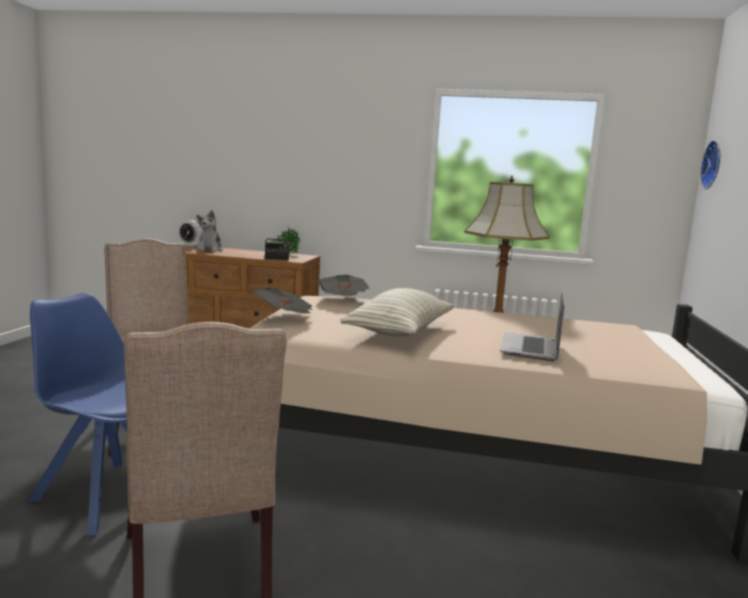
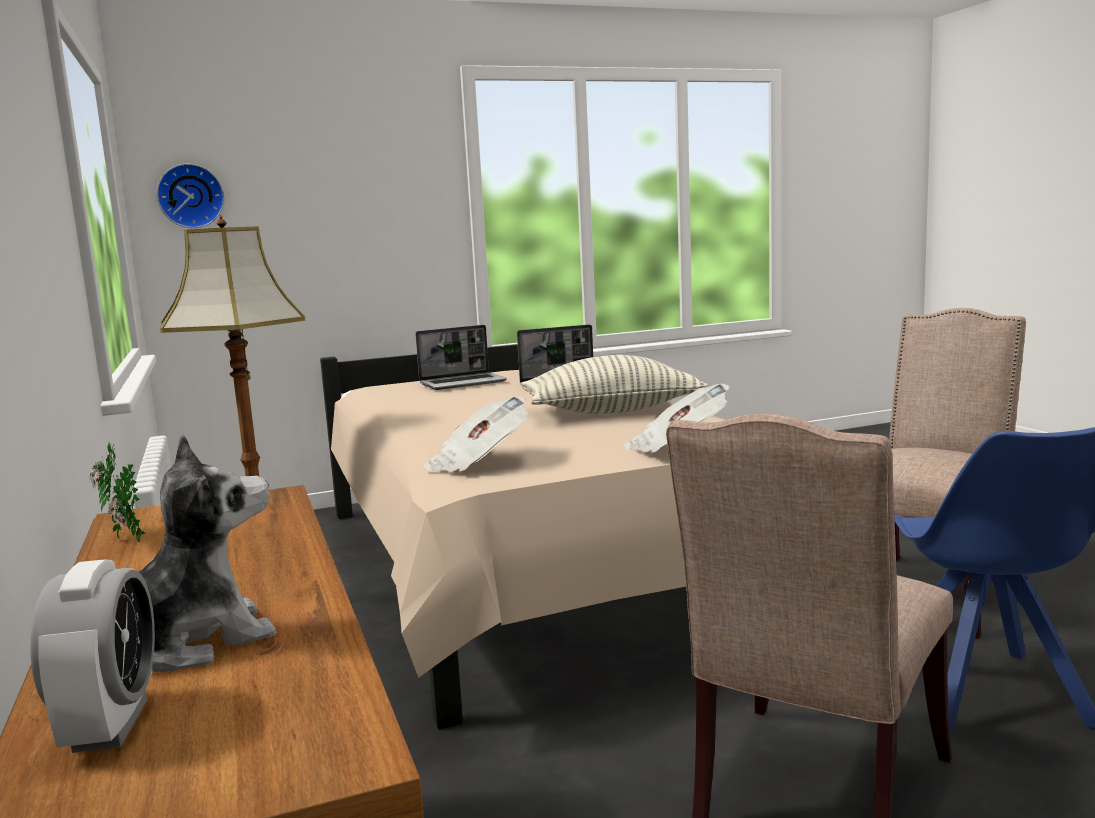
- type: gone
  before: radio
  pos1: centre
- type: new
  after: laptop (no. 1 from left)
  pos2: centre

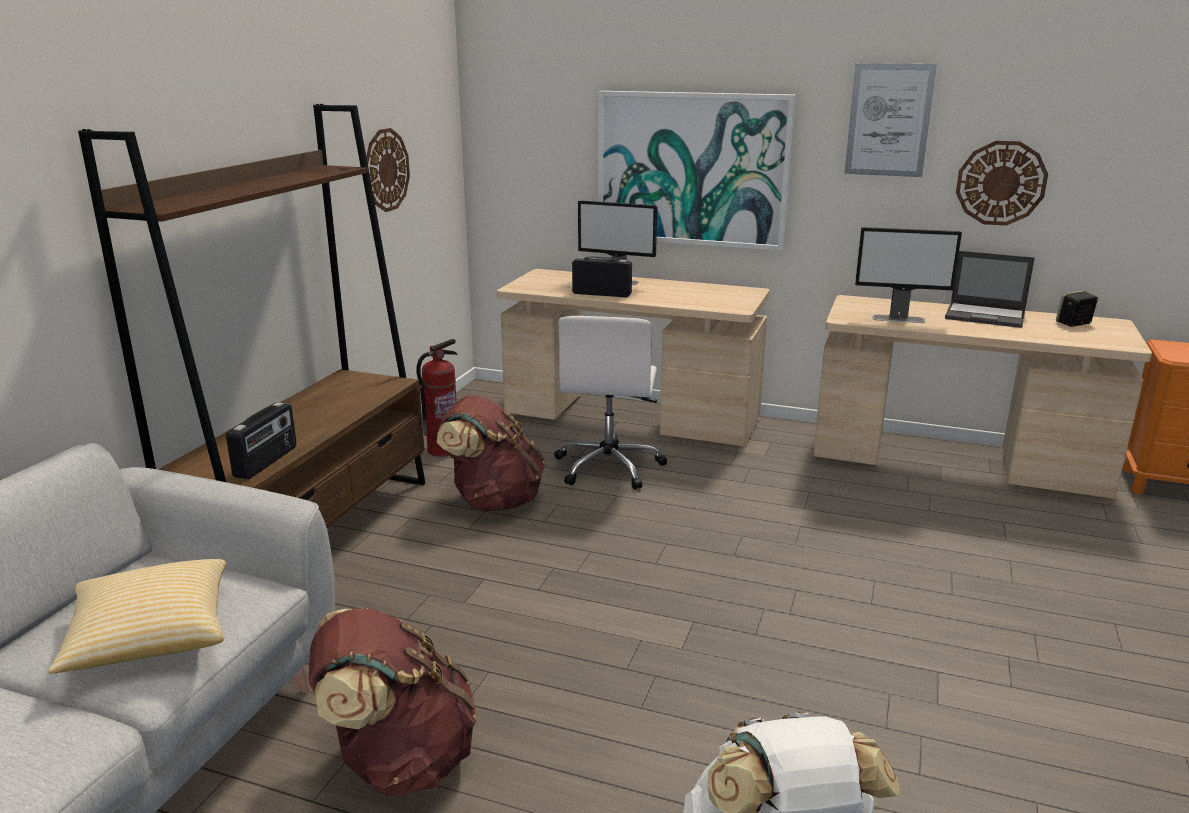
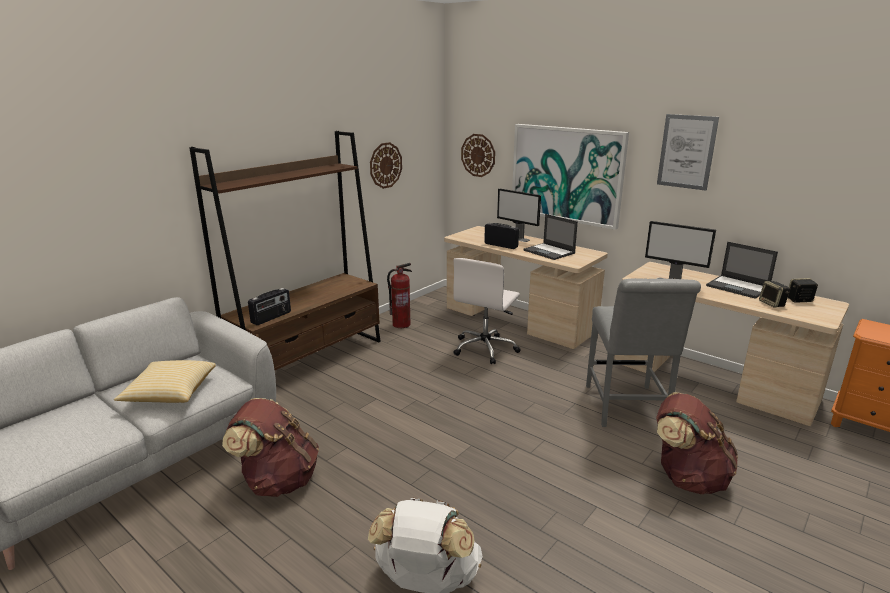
- type: shifted
  before: brown backpack (no. 2 from left)
  pos1: centre
  pos2: bottom right
- type: shifted
  before: wall clock (no. 2 from left)
  pos1: top right
  pos2: top centre
- type: new
  after: laptop (no. 1 from left)
  pos2: centre
- type: new
  after: grey chair
  pos2: middle right
- type: new
  after: speaker (no. 1 from left)
  pos2: middle right

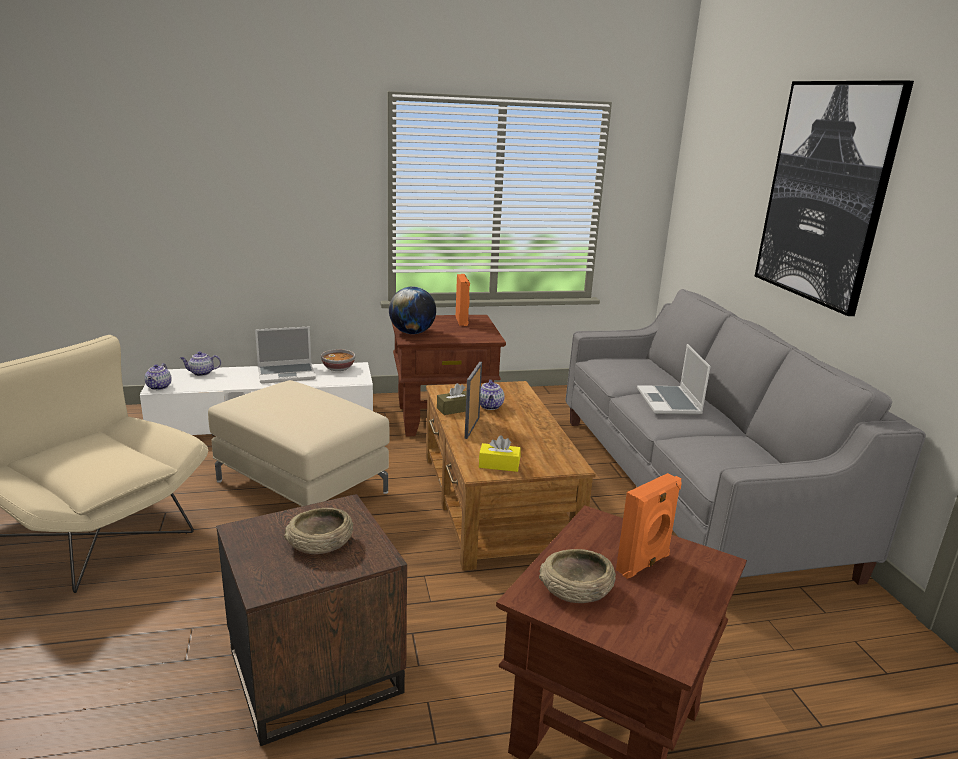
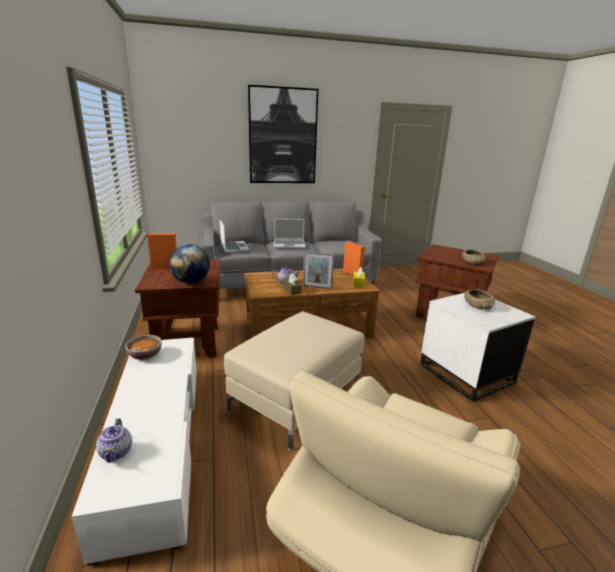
- type: gone
  before: teapot (no. 1 from left)
  pos1: middle left
- type: repainted
  before: brown side table (no. 1 from left)
  after: white side table
  pos1: bottom left
  pos2: middle right
- type: shifted
  before: laptop (no. 1 from left)
  pos1: middle left
  pos2: centre
- type: shifted
  before: orange speaker (no. 2 from left)
  pos1: bottom right
  pos2: centre

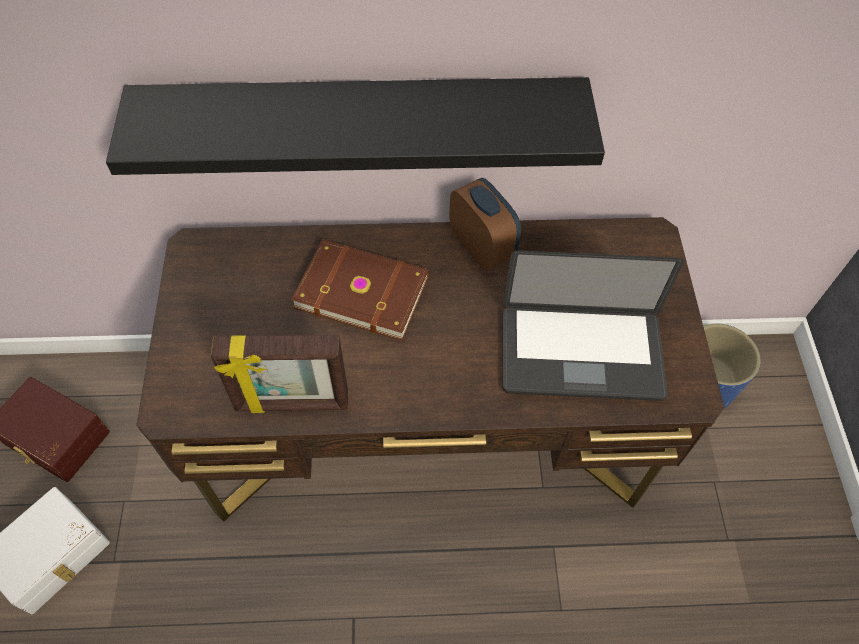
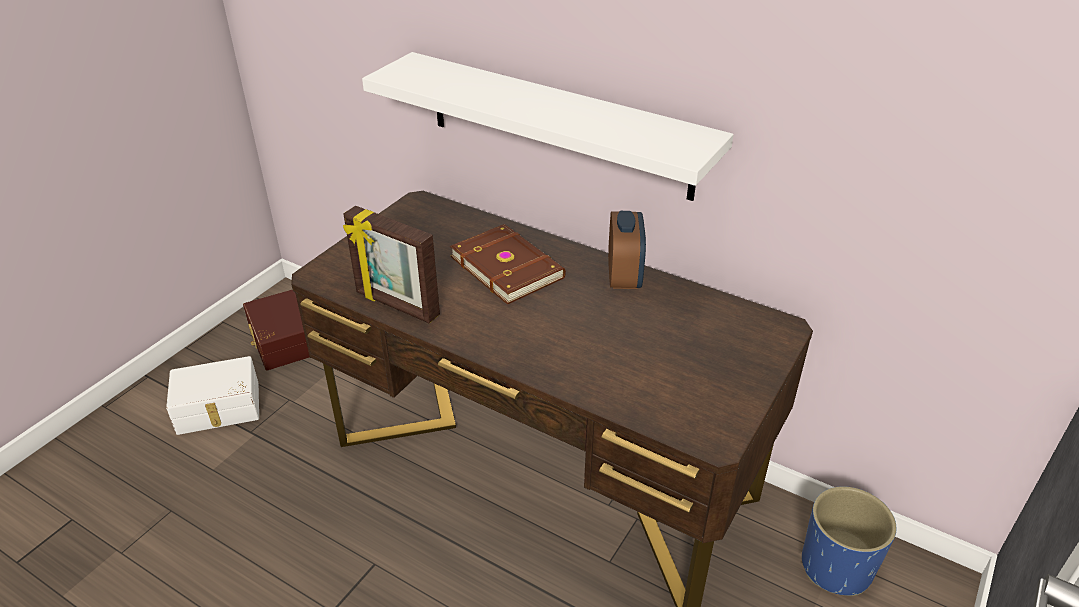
- type: repainted
  before: black shelf
  after: white shelf
  pos1: top centre
  pos2: top centre
- type: gone
  before: laptop
  pos1: middle right

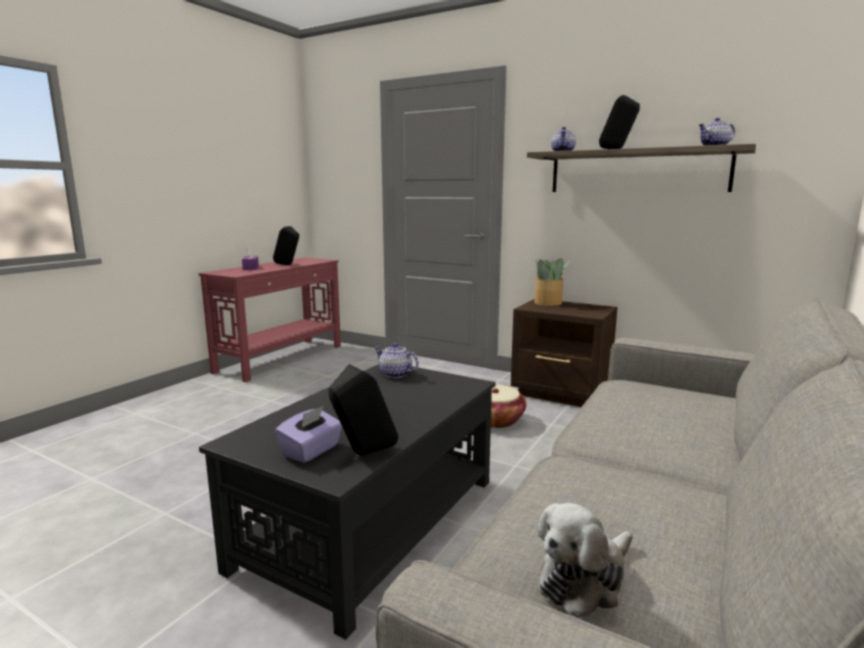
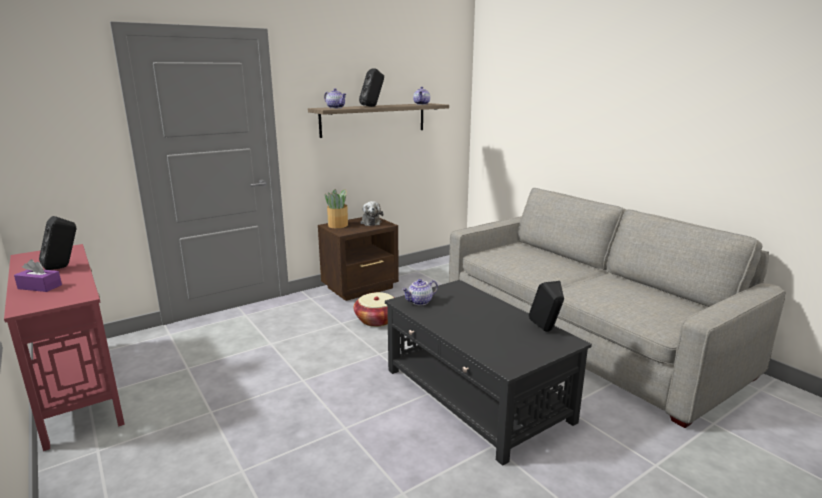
- type: gone
  before: purple tissue box (no. 2 from left)
  pos1: bottom centre
- type: shifted
  before: plush toy
  pos1: bottom right
  pos2: centre

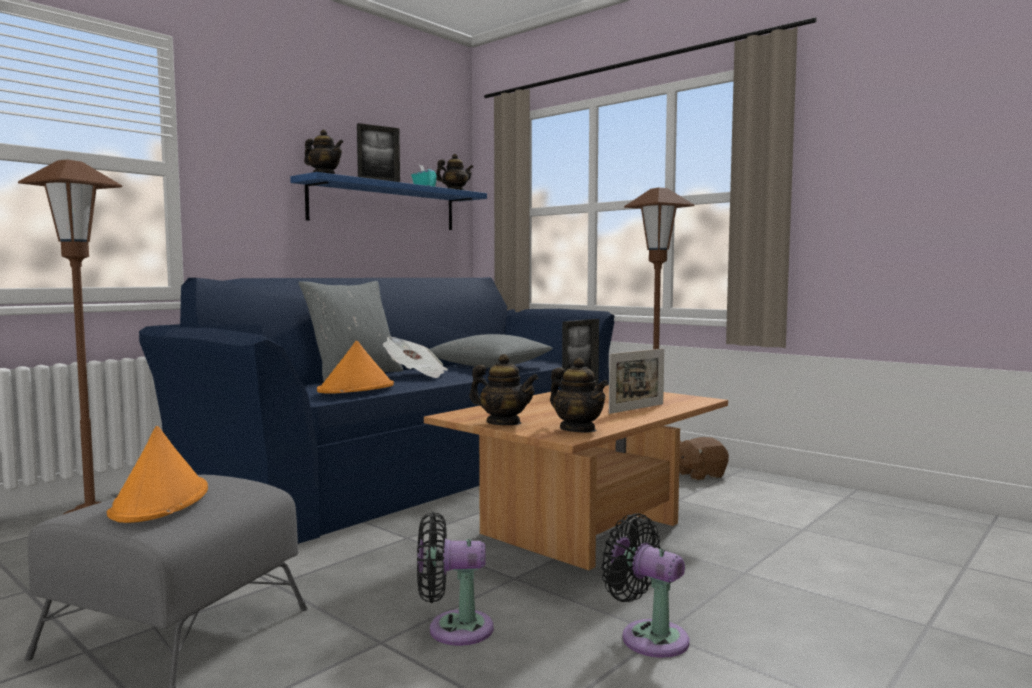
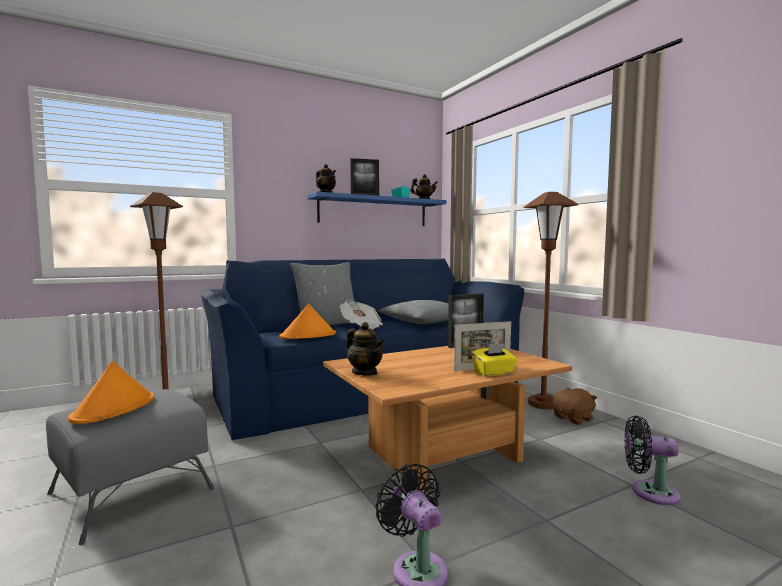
- type: shifted
  before: black fan (no. 1 from left in the first image)
  after: black fan (no. 2 from left)
  pos1: bottom centre
  pos2: bottom right
- type: gone
  before: teapot (no. 4 from left)
  pos1: centre
- type: rotated
  before: brown plush toy
  pos1: middle right
  pos2: bottom right
  turn: 150
- type: new
  after: yellow tissue box
  pos2: centre

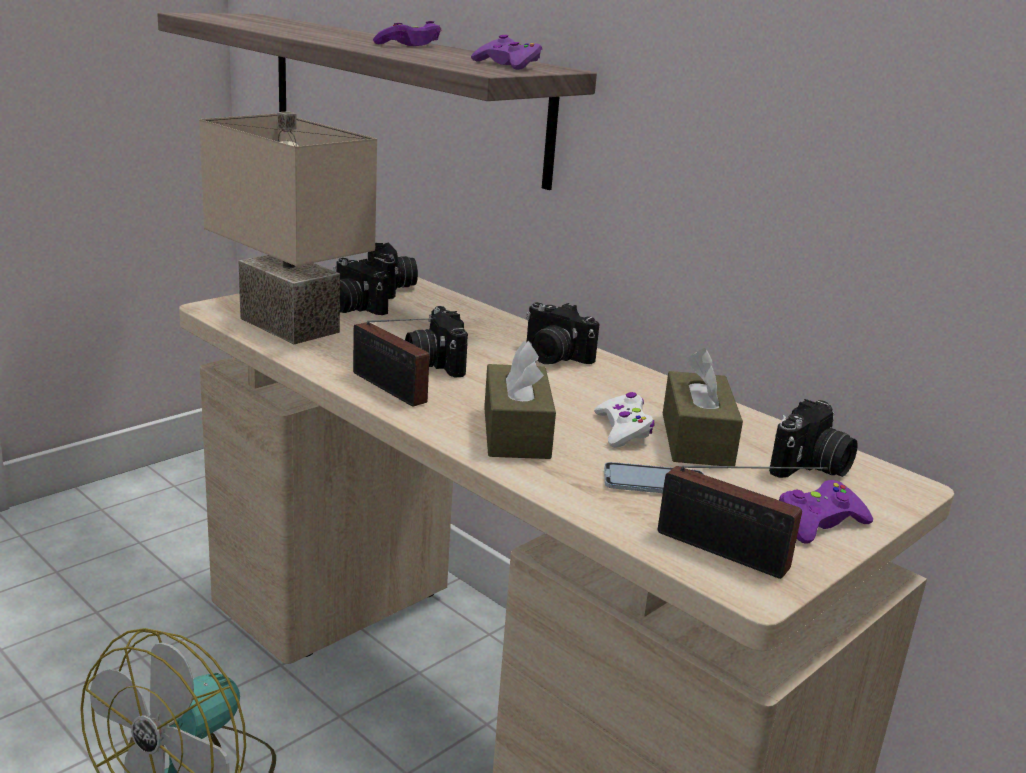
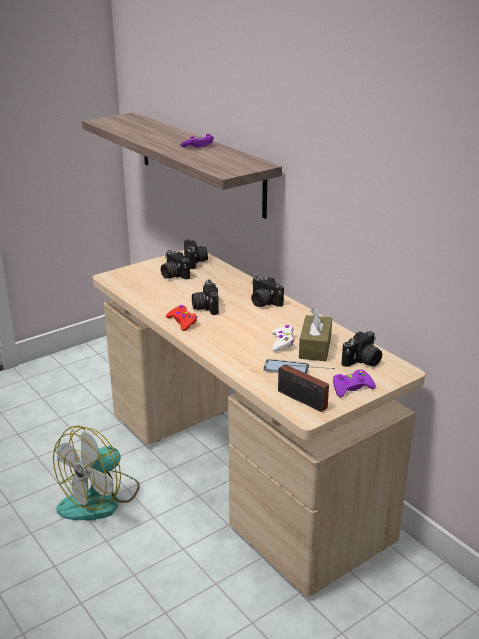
- type: gone
  before: beige table lamp
  pos1: top left
- type: swapped
  before: radio (no. 1 from left)
  after: red game controller
  pos1: centre
  pos2: centre
- type: gone
  before: purple game controller (no. 2 from left)
  pos1: top centre
- type: gone
  before: brown tissue box (no. 1 from left)
  pos1: centre

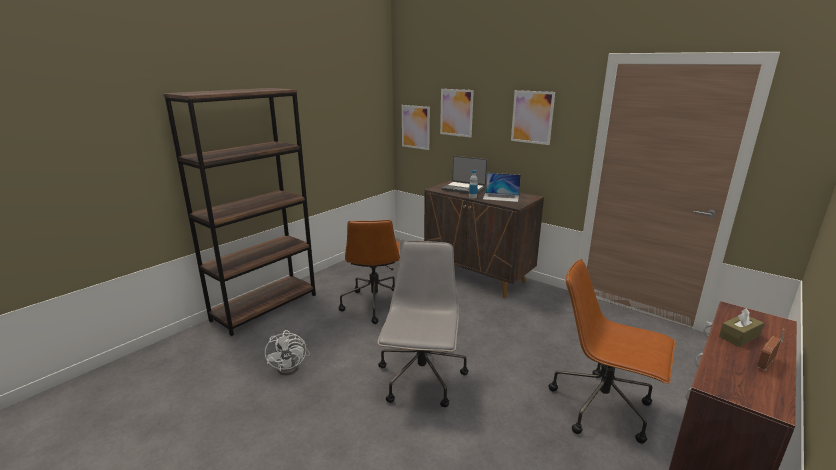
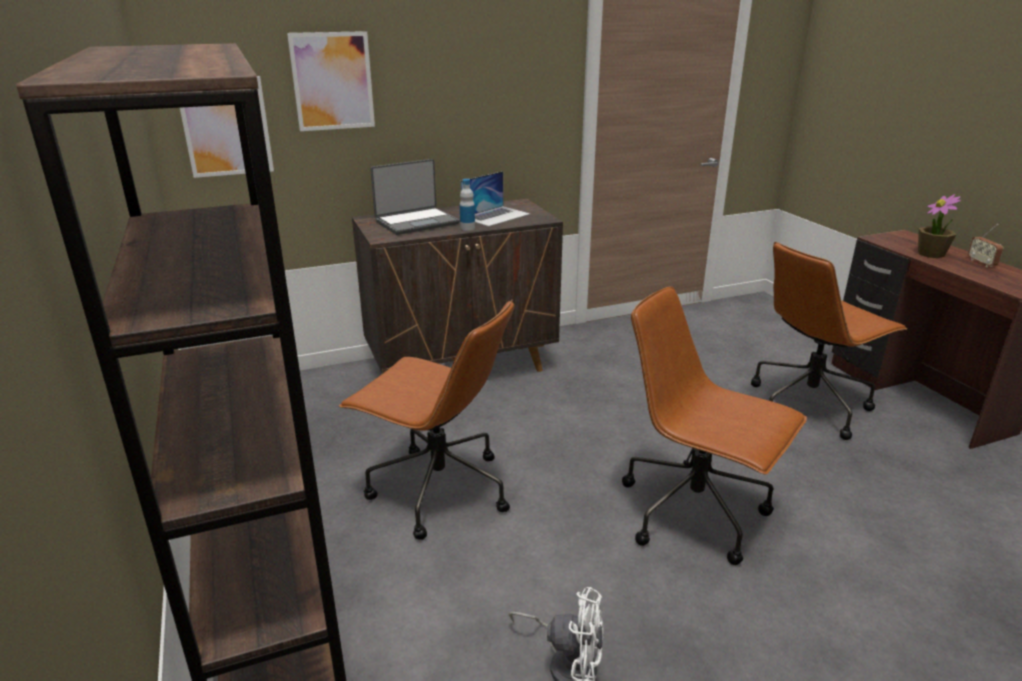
- type: repainted
  before: grey office chair
  after: brown office chair (no. 2 from left)
  pos1: bottom centre
  pos2: middle right
- type: gone
  before: picture (no. 3 from left)
  pos1: top centre
- type: swapped
  before: brown tissue box
  after: potted plant
  pos1: bottom right
  pos2: top right

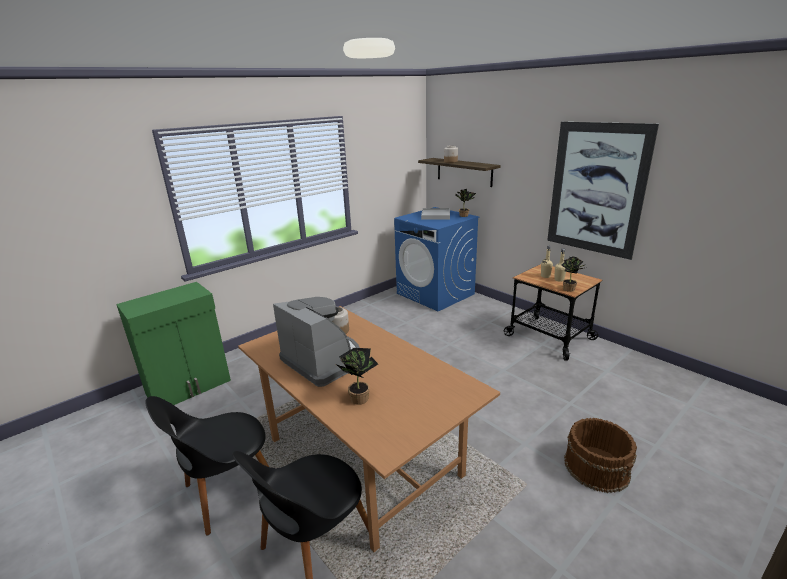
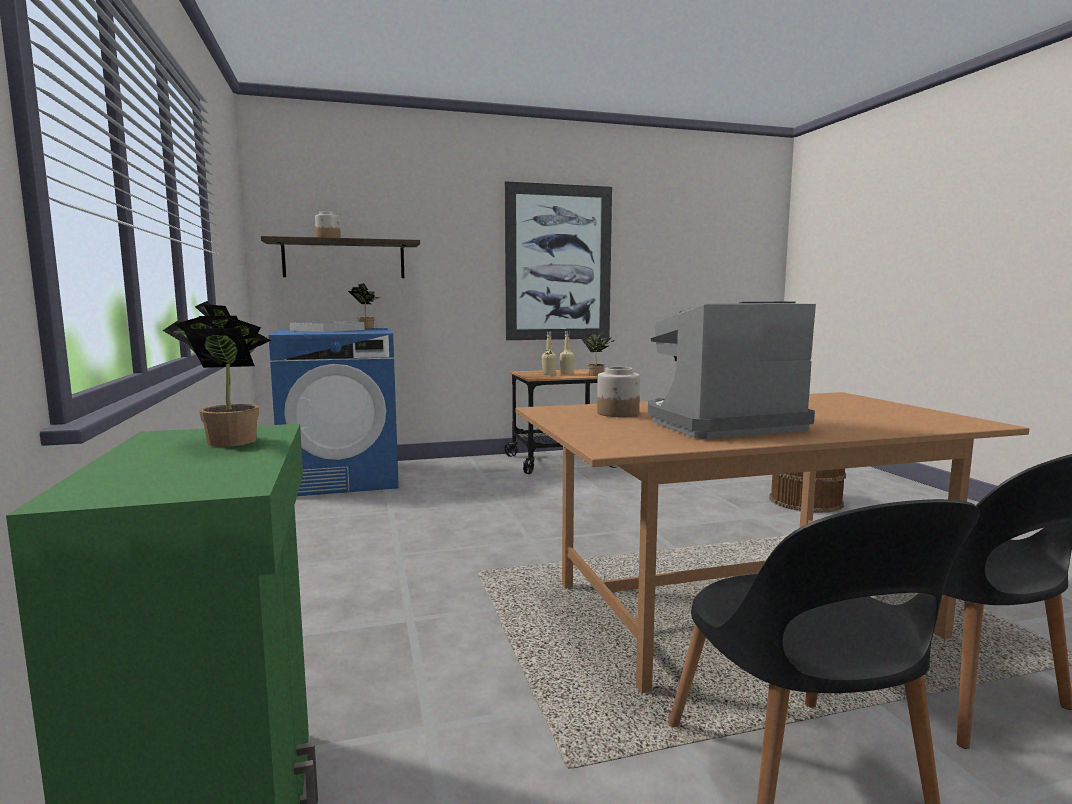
- type: shifted
  before: potted plant (no. 1 from left)
  pos1: centre
  pos2: middle left

